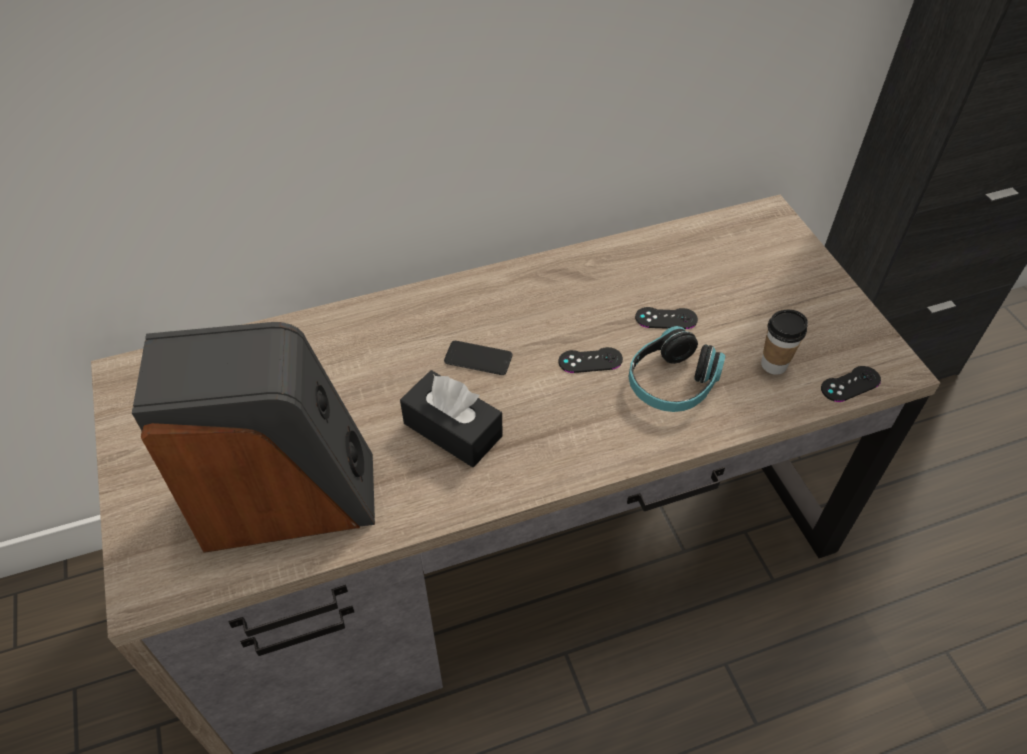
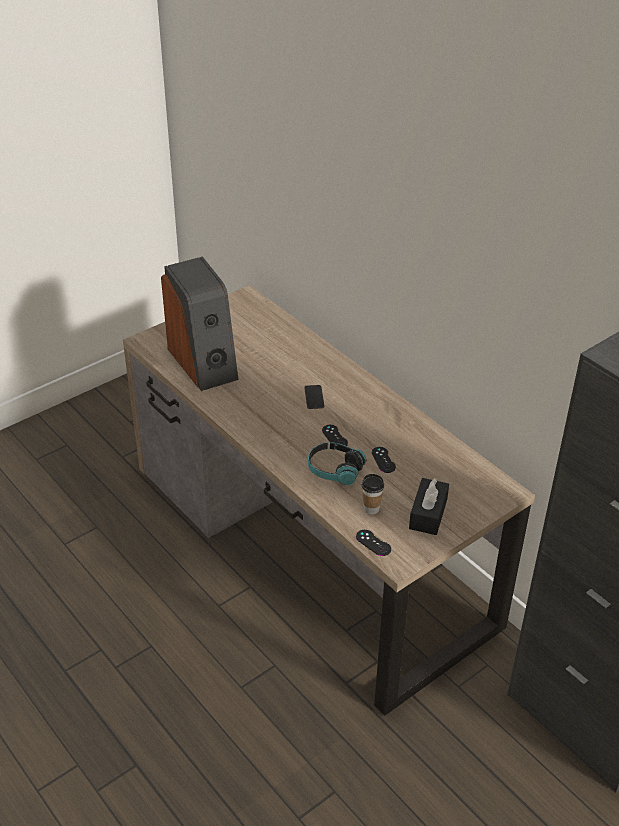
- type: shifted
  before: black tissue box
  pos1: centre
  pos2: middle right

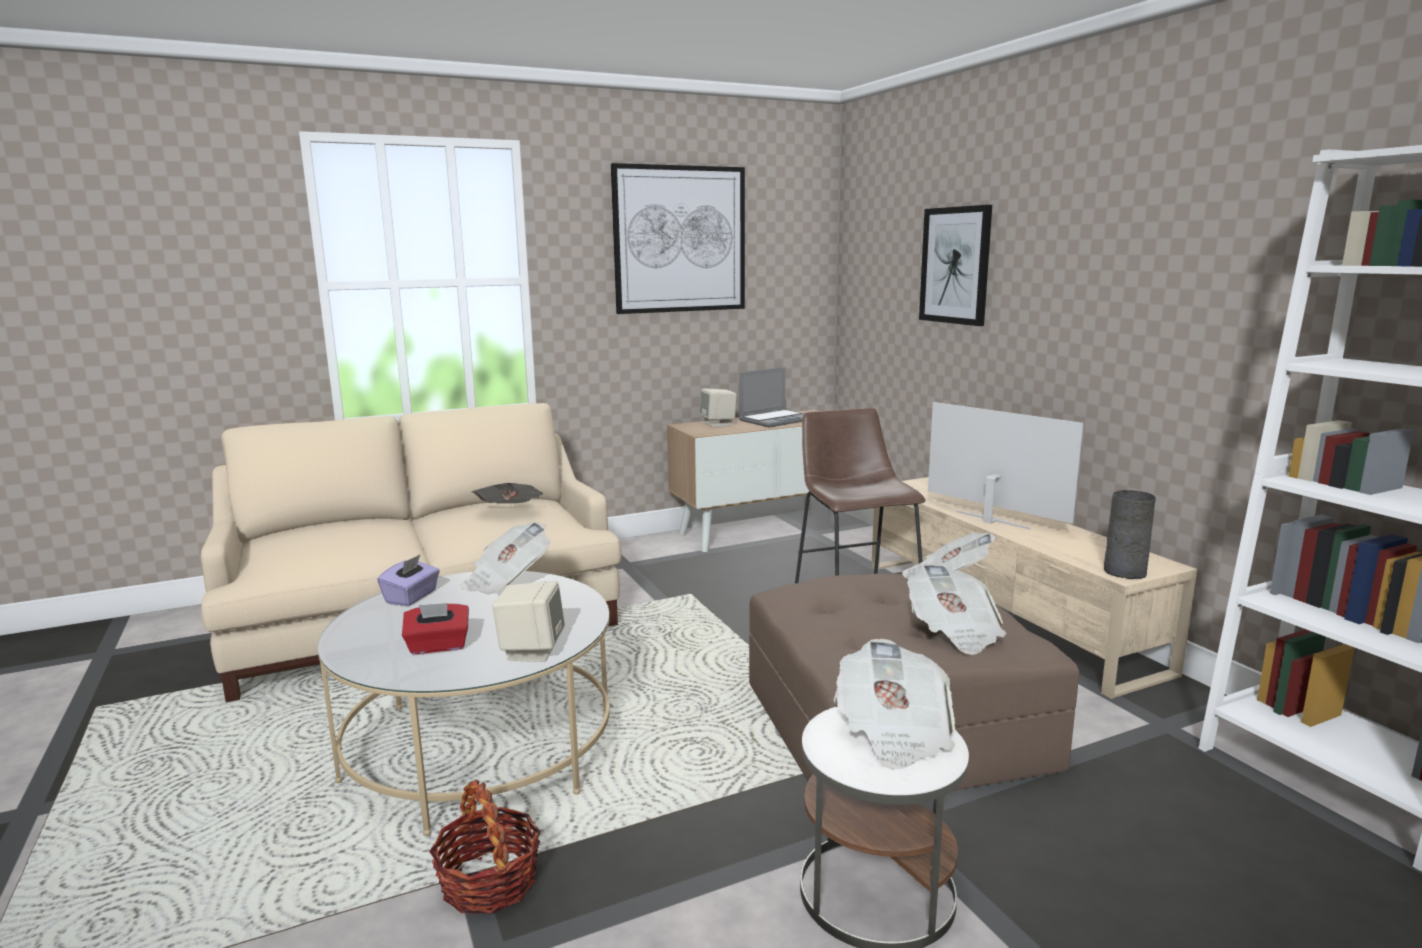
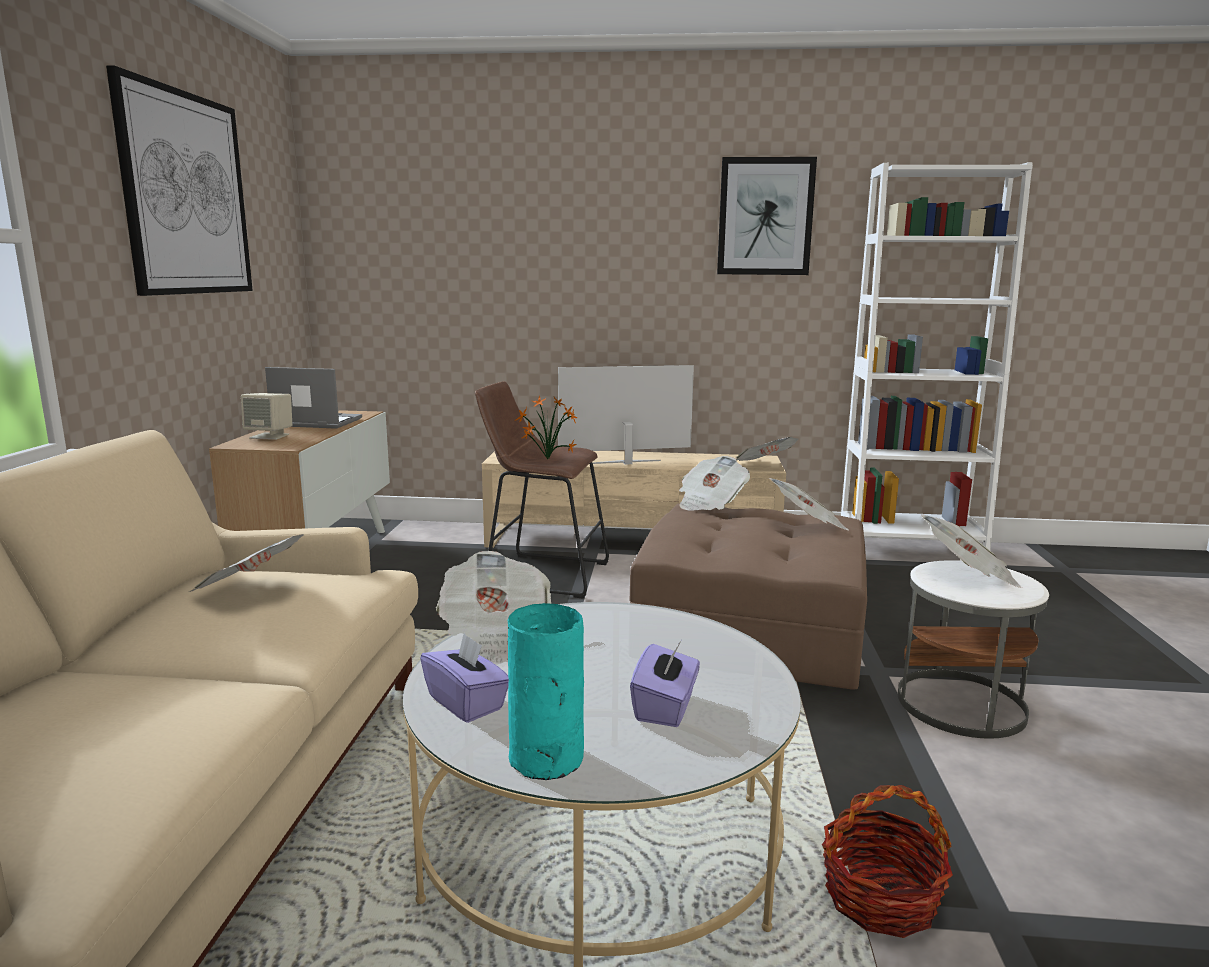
- type: repainted
  before: red tissue box
  after: purple tissue box (no. 2 from left)
  pos1: middle left
  pos2: bottom centre
- type: gone
  before: beige speaker (no. 1 from left)
  pos1: centre
- type: rotated
  before: laptop
  pos1: centre
  pos2: middle left
  turn: -75
- type: shifted
  before: picture (no. 2 from left)
  pos1: top right
  pos2: top centre
- type: swapped
  before: grey vase
  after: newspaper (no. 4 from left)
  pos1: middle right
  pos2: centre
- type: new
  after: turquoise vase
  pos2: bottom centre
- type: new
  after: potted plant
  pos2: centre

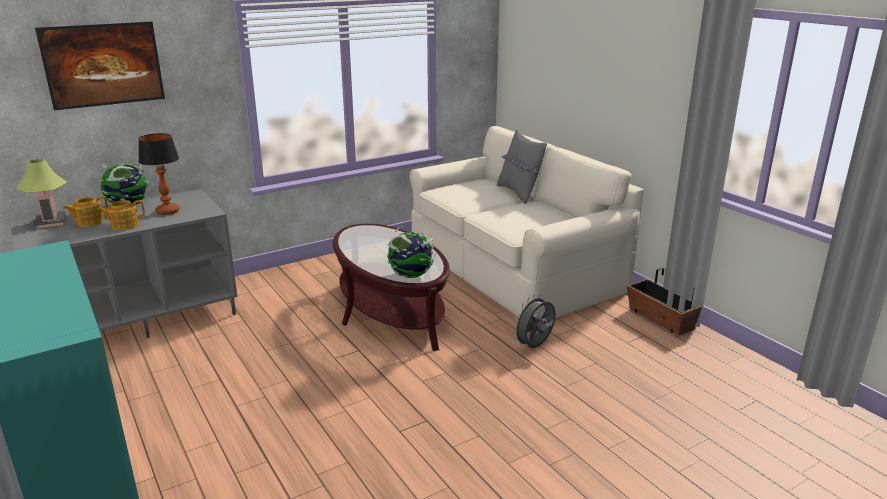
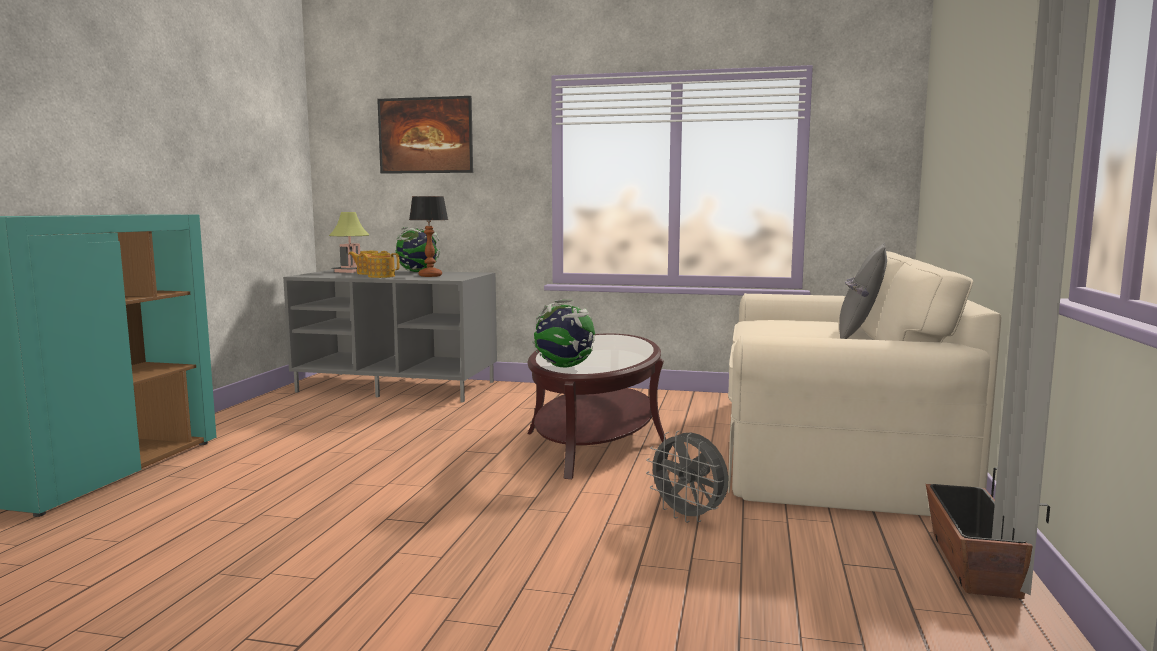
- type: rotated
  before: grey fan
  pos1: centre
  pos2: bottom centre
  turn: -135

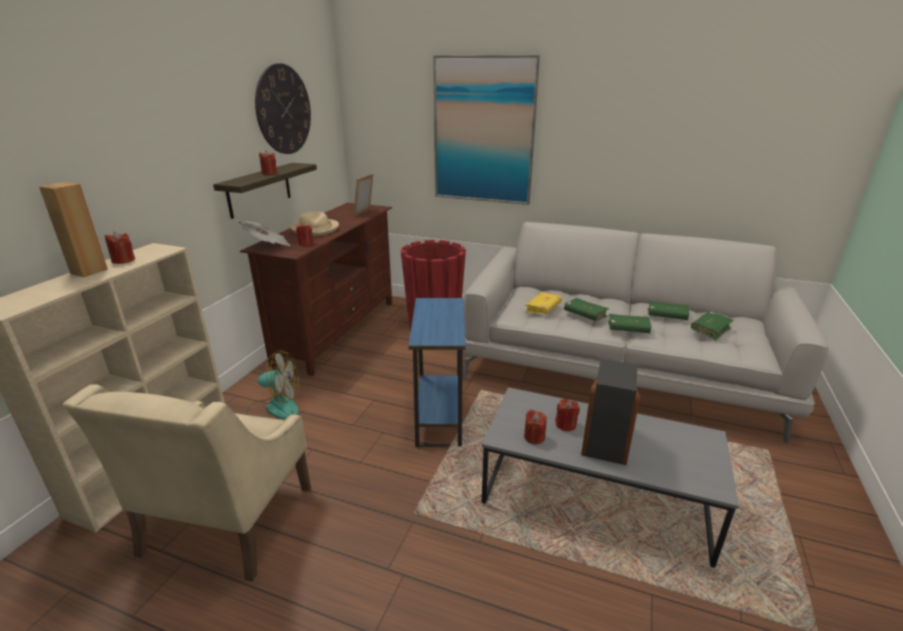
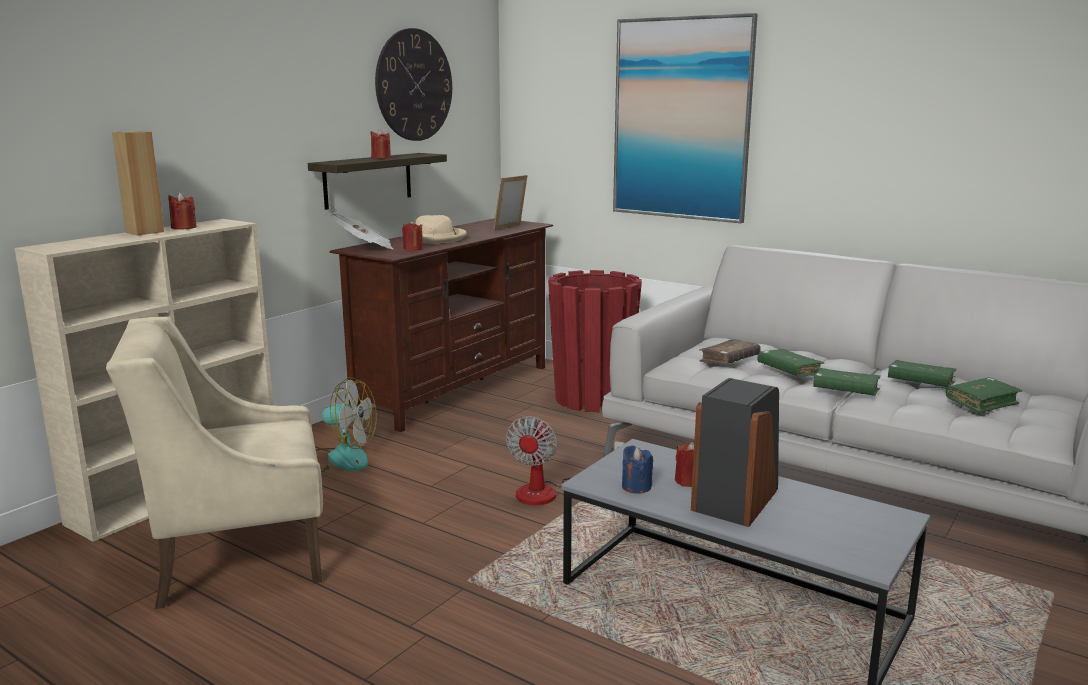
- type: rotated
  before: beige armchair
  pos1: bottom left
  pos2: bottom left
  turn: 45
- type: swapped
  before: blue side table
  after: fan (no. 2 from left)
  pos1: centre
  pos2: bottom centre
- type: repainted
  before: red candle (no. 4 from left)
  after: blue candle
  pos1: bottom centre
  pos2: bottom centre
- type: repainted
  before: yellow book
  after: brown book
  pos1: centre
  pos2: middle right

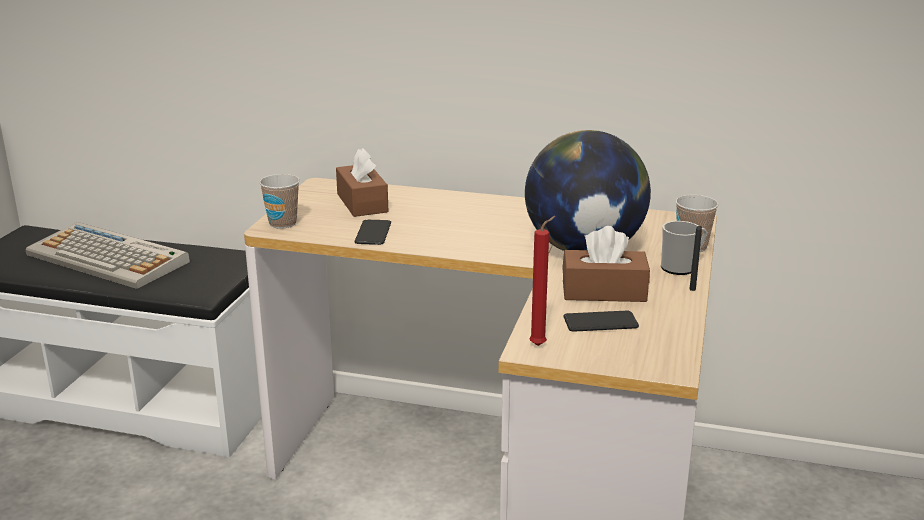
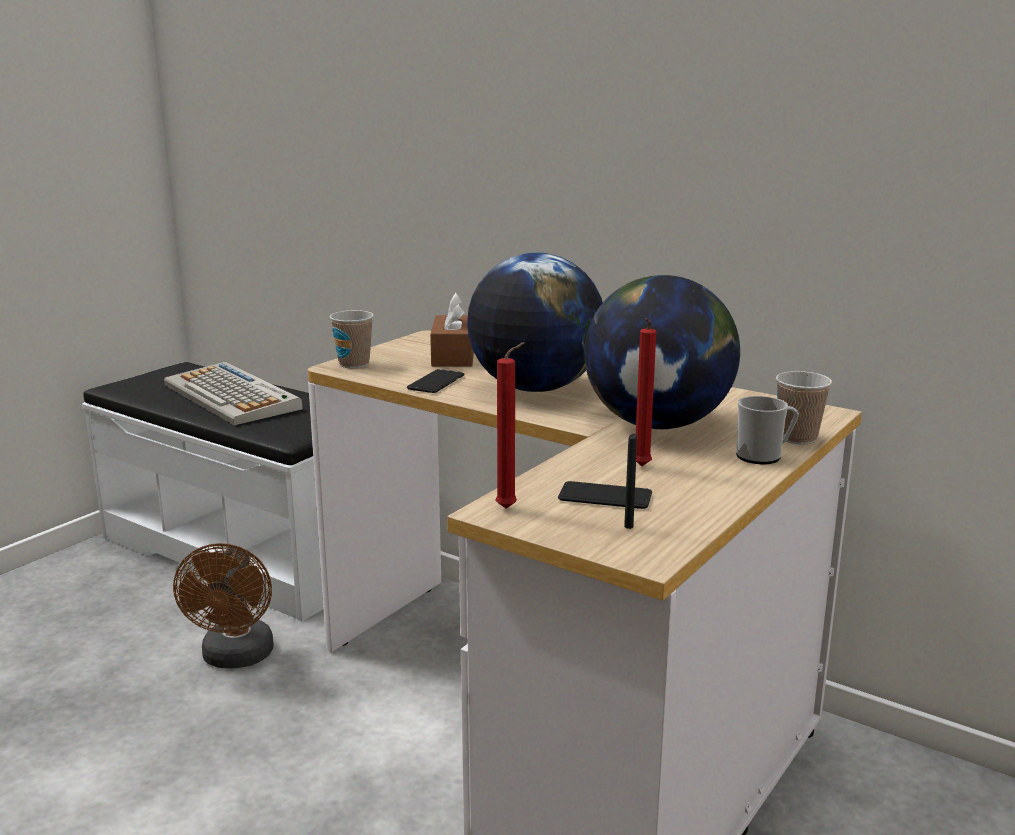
- type: swapped
  before: brown tissue box (no. 2 from left)
  after: red candle (no. 2 from left)
  pos1: centre
  pos2: centre
- type: shifted
  before: black candle
  pos1: middle right
  pos2: centre
- type: new
  after: brown fan
  pos2: bottom left
- type: new
  after: globe (no. 1 from left)
  pos2: centre

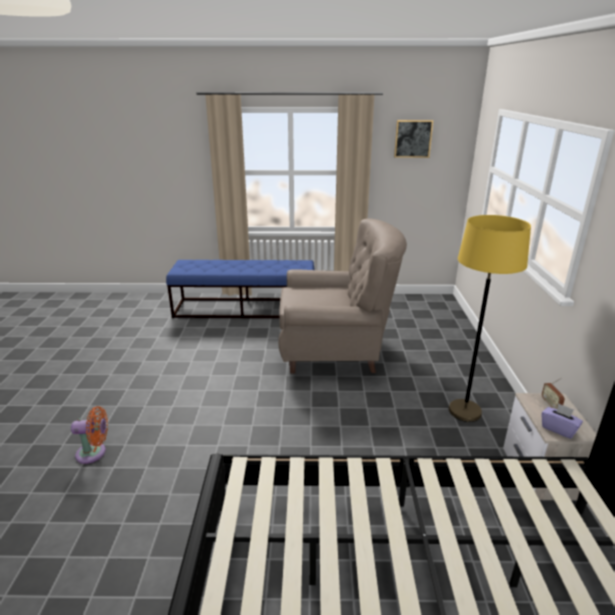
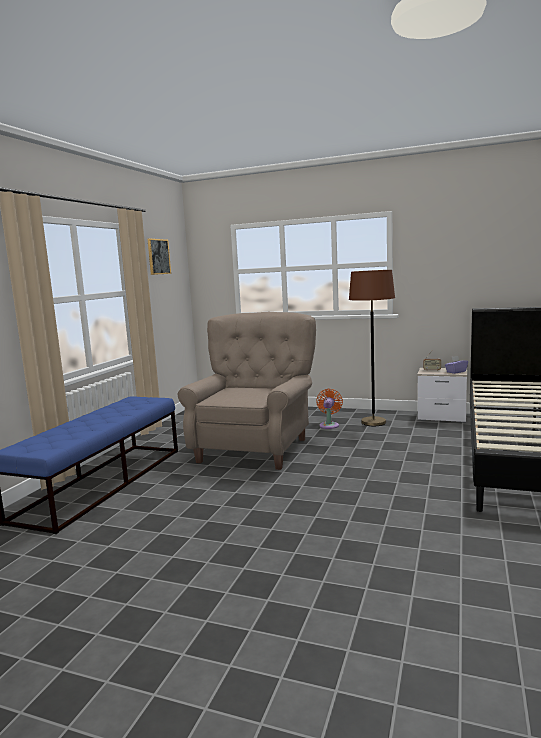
- type: shifted
  before: orange fan
  pos1: bottom left
  pos2: centre
- type: repainted
  before: yellow floor lamp
  after: brown floor lamp
  pos1: middle right
  pos2: middle right

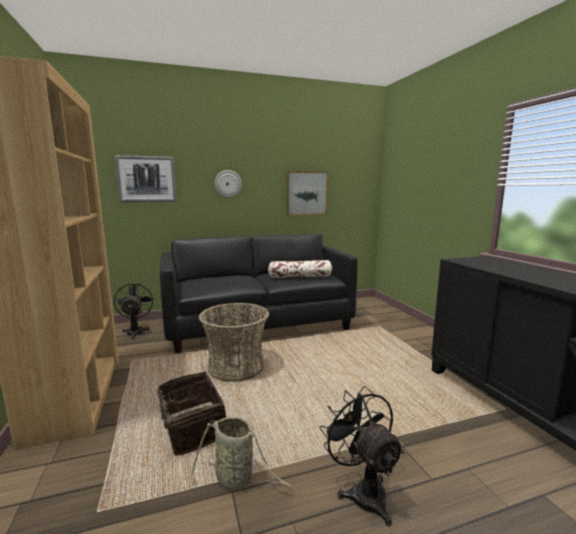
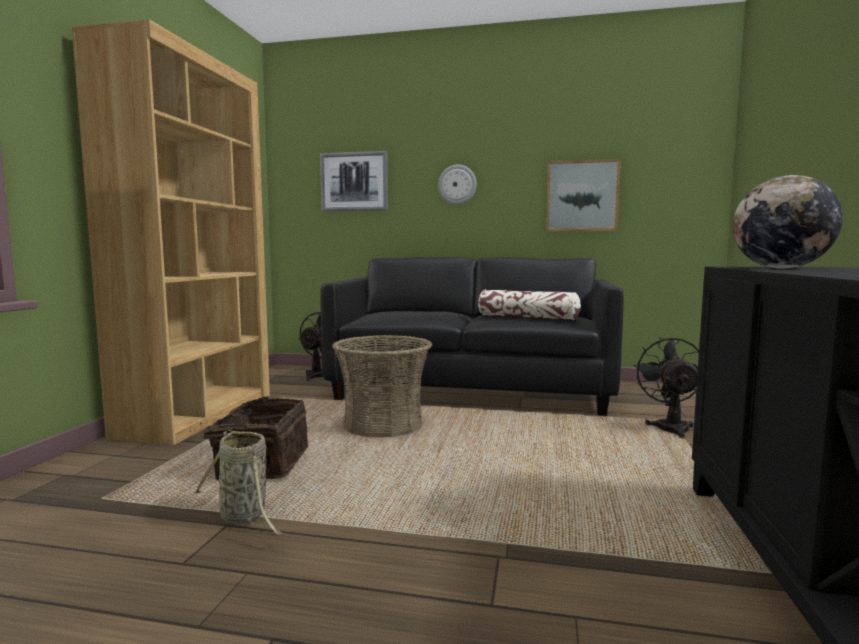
- type: shifted
  before: black fan (no. 2 from left)
  pos1: bottom centre
  pos2: middle right
- type: new
  after: globe
  pos2: middle right

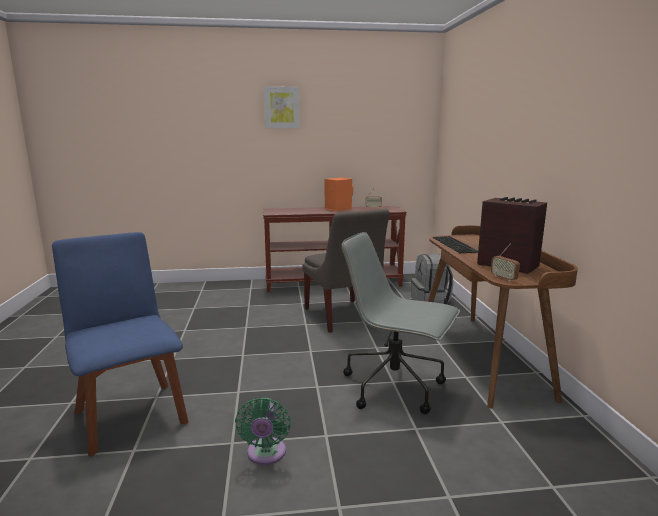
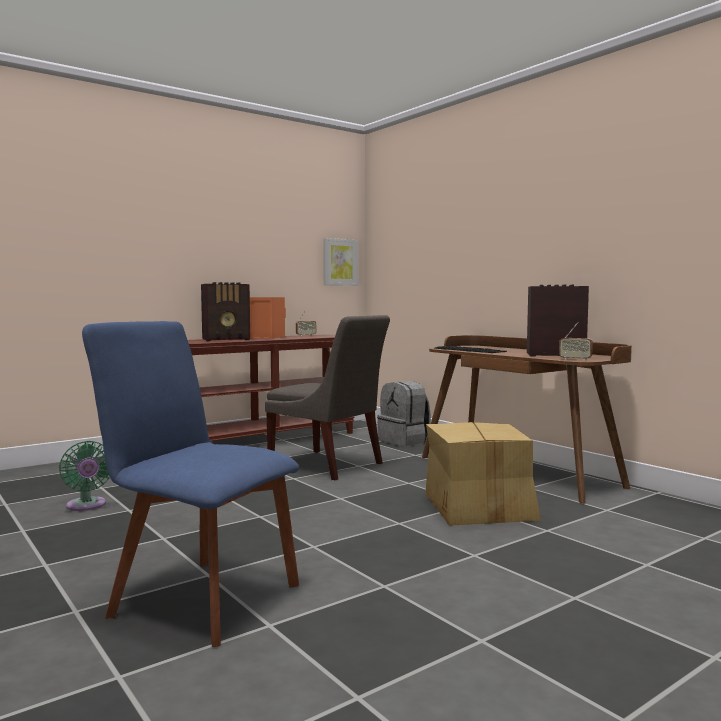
- type: shifted
  before: green fan
  pos1: bottom centre
  pos2: middle left
- type: shifted
  before: picture
  pos1: top centre
  pos2: centre
- type: swapped
  before: grey office chair
  after: cardboard box
  pos1: centre
  pos2: middle right
- type: new
  after: radio (no. 1 from left)
  pos2: middle left

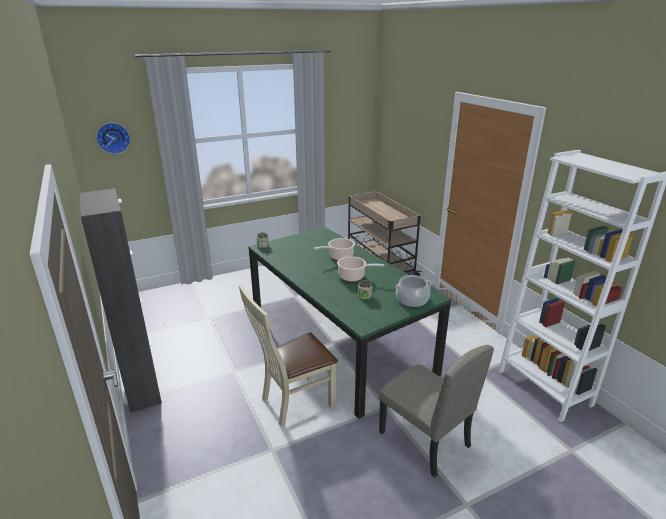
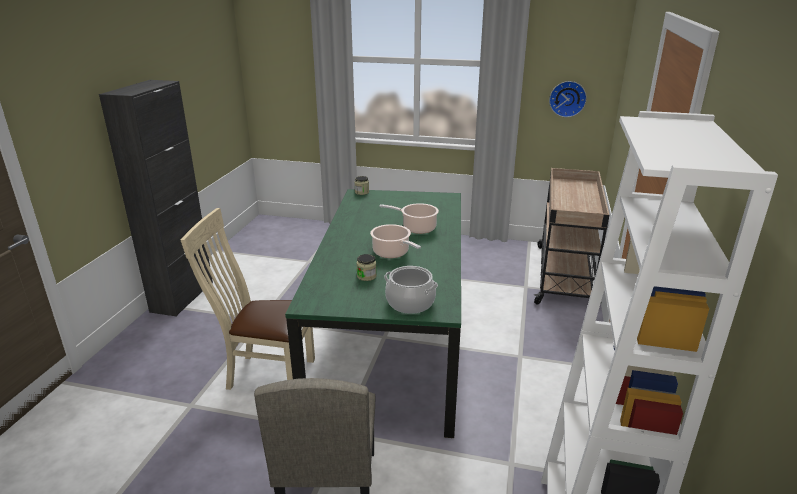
- type: shifted
  before: wall clock
  pos1: top left
  pos2: top right

